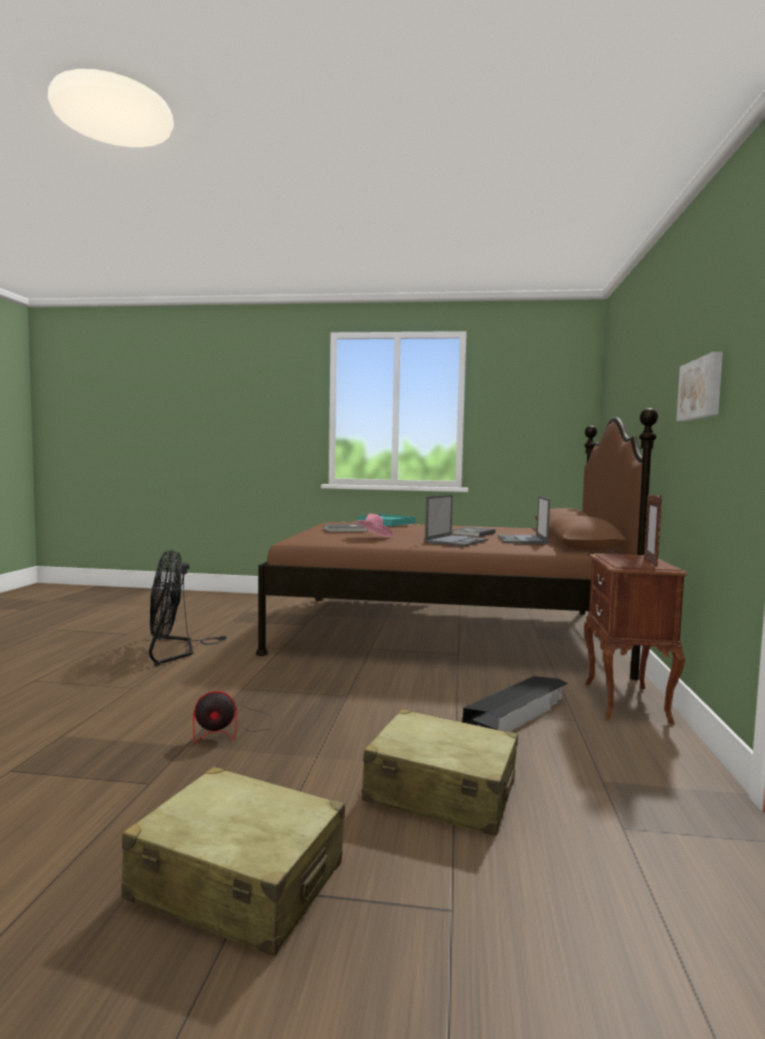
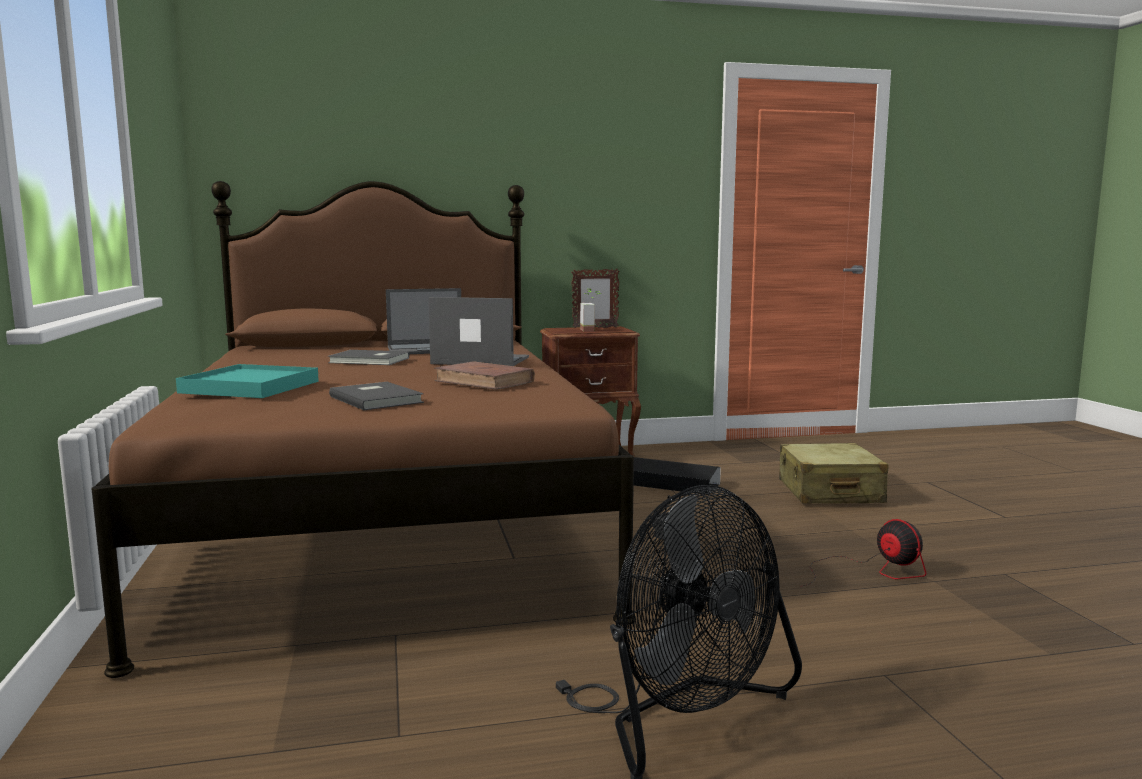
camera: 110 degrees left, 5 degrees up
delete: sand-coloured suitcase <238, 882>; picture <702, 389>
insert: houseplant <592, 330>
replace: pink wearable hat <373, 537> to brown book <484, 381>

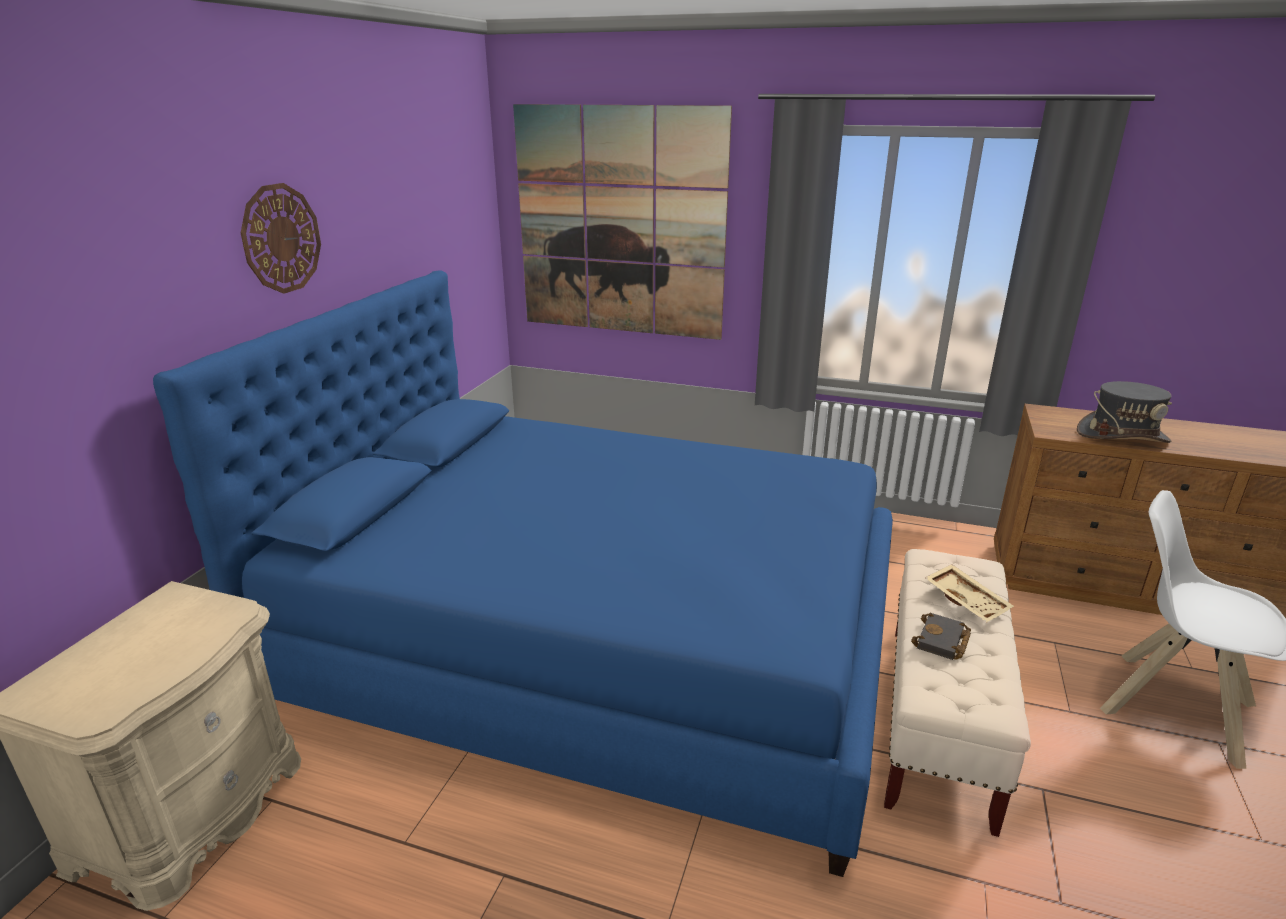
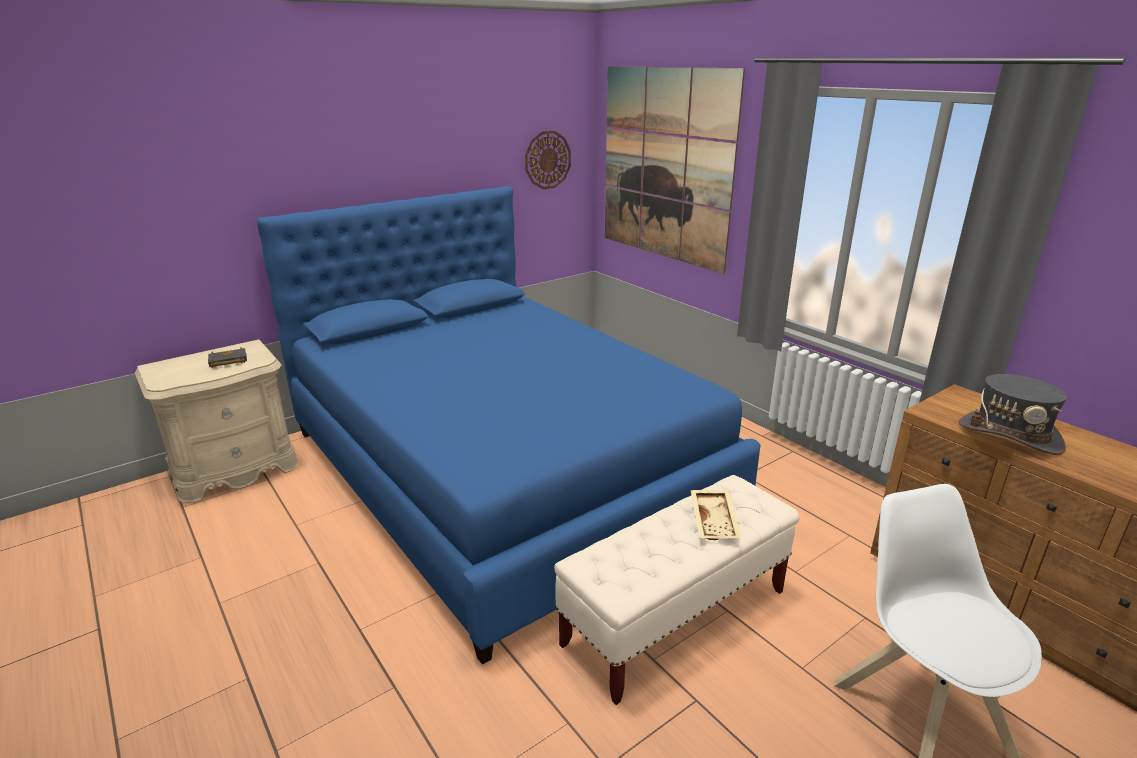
camera: 35 degrees right, 0 degrees up
move: hanging clock <281, 238> to <547, 160>; black book <942, 642> to <227, 361>

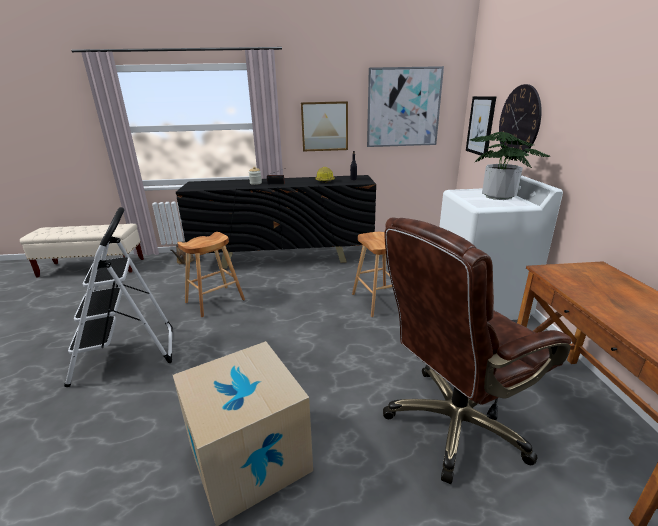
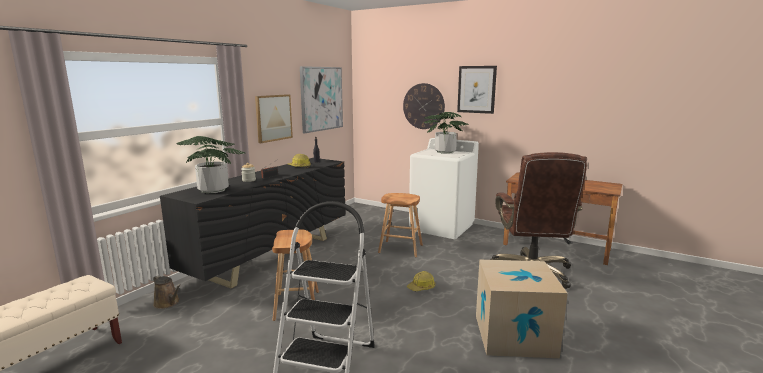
camera: 55 degrees left, 10 degrees down
insert: houseplant <213, 190>; work helmet <421, 287>
move: picture <481, 125> to <476, 89>

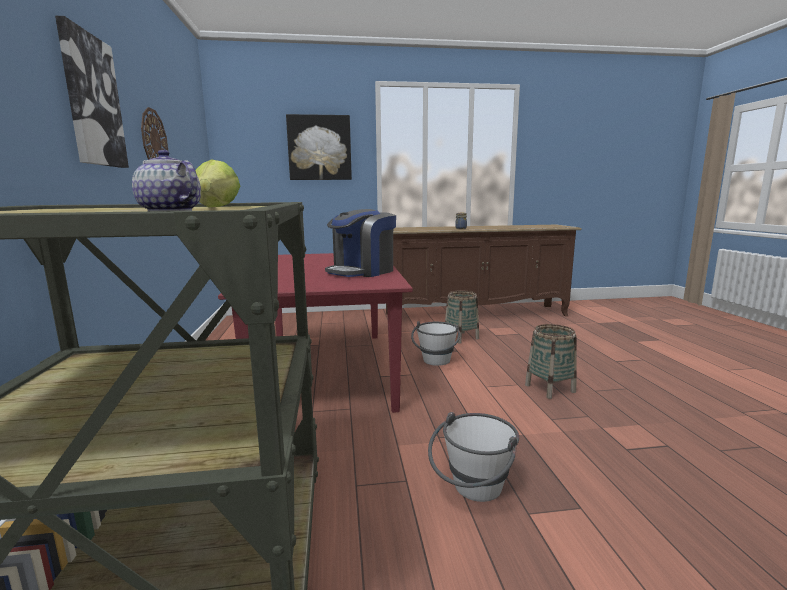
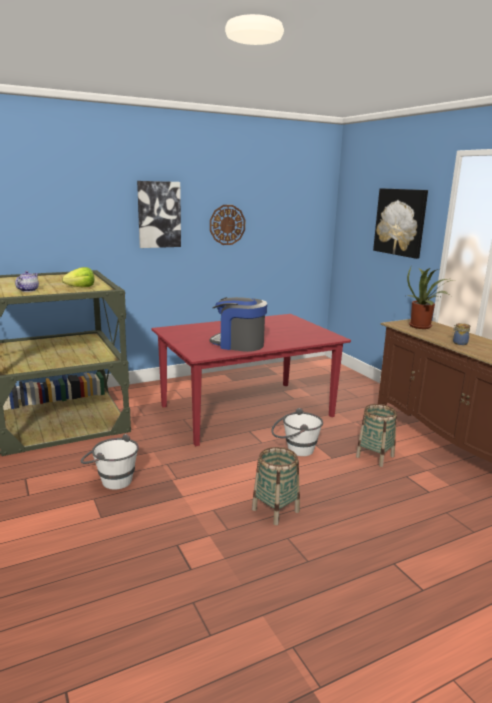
camera: 70 degrees right, 5 degrees up
insert: houseplant <422, 326>

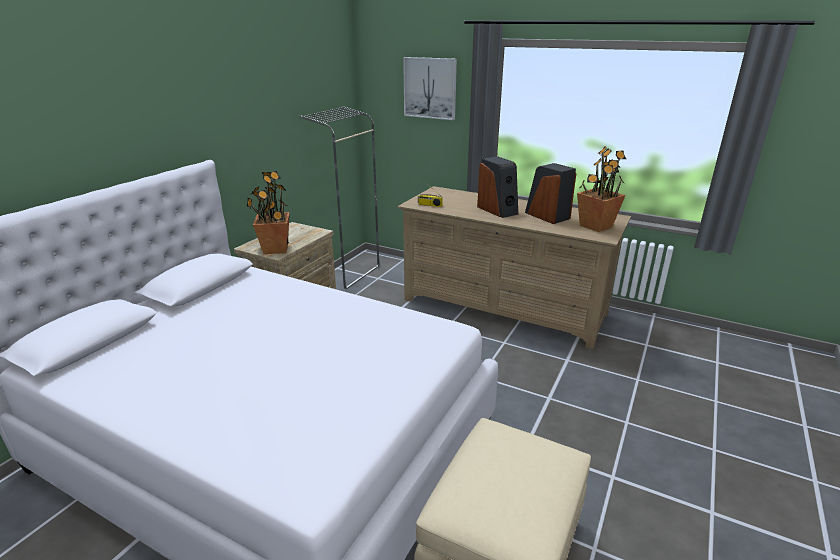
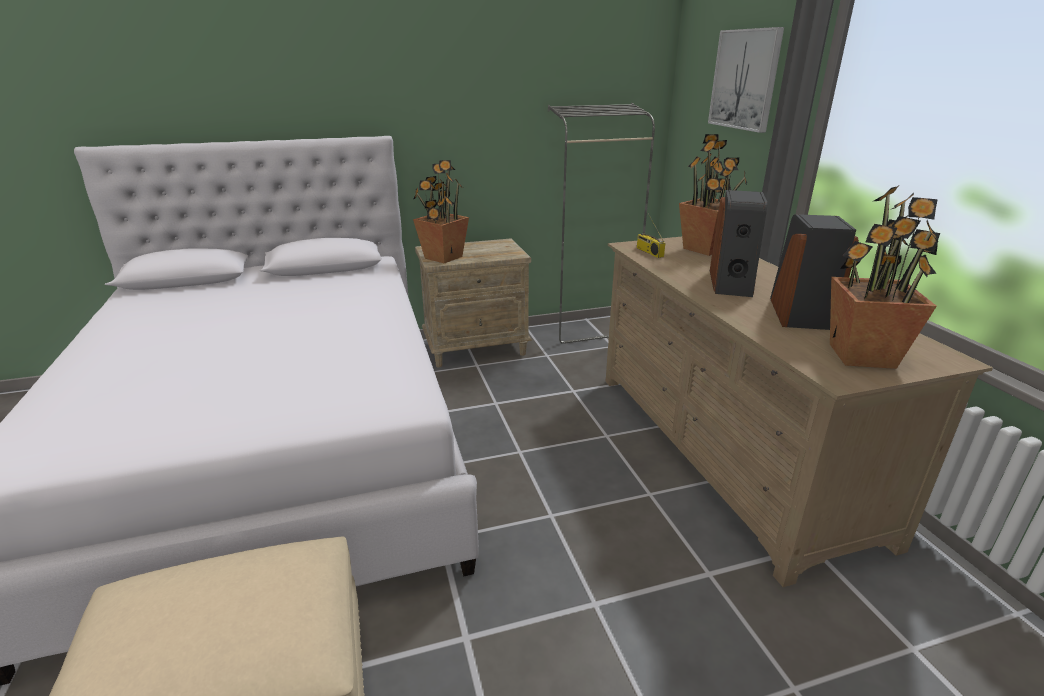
camera: 45 degrees right, 0 degrees up
insert: houseplant <705, 249>

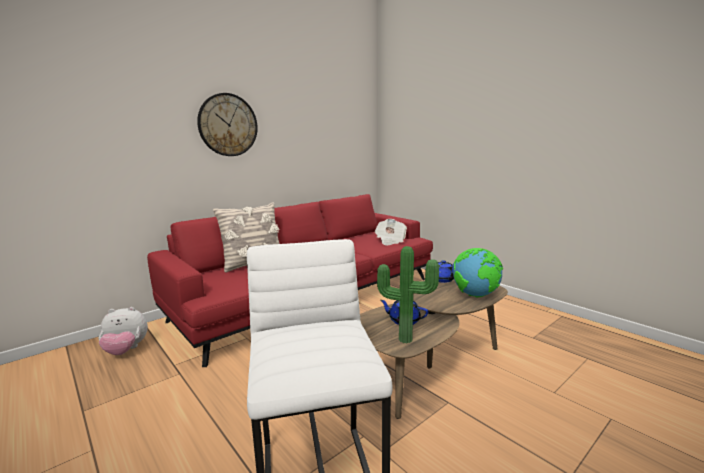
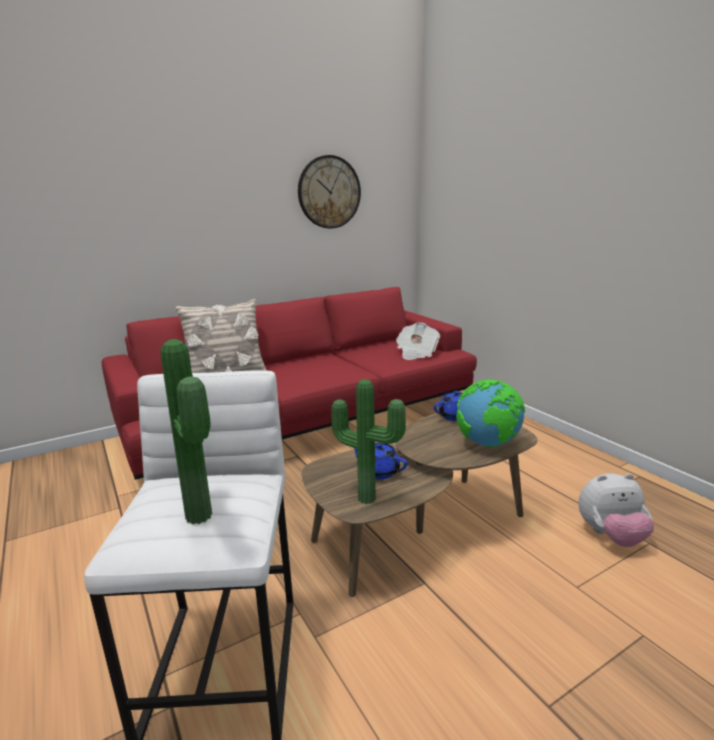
camera: 10 degrees right, 5 degrees up
insert: houseplant <204, 514>
move: cuddly toy <126, 350> to <610, 536>; hanging clock <228, 125> to <329, 192>

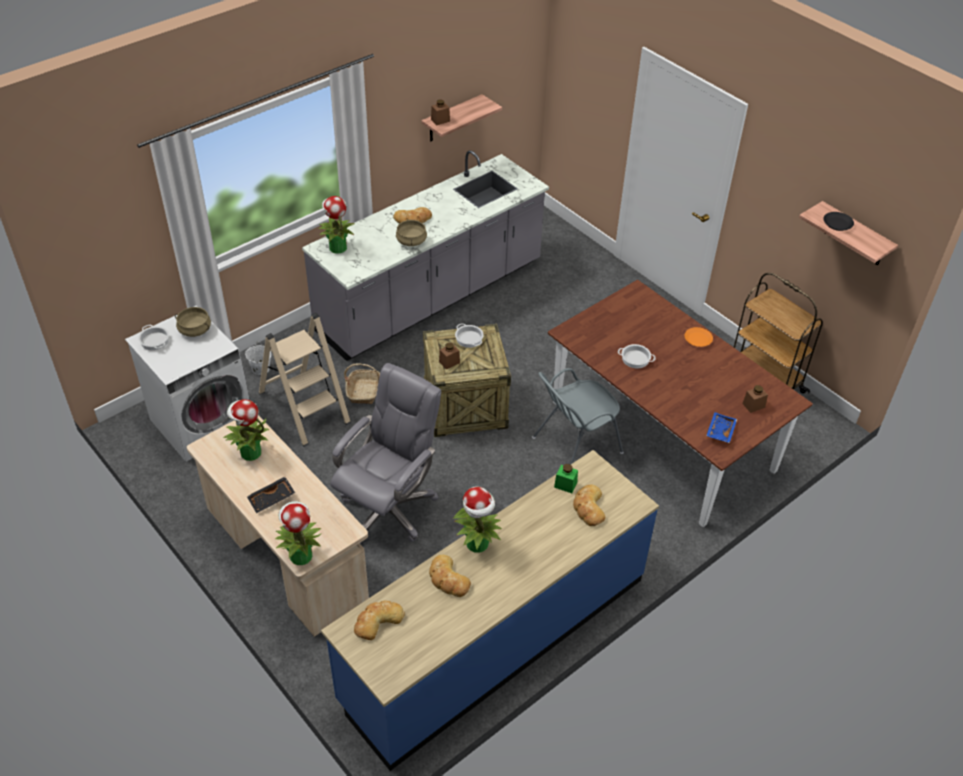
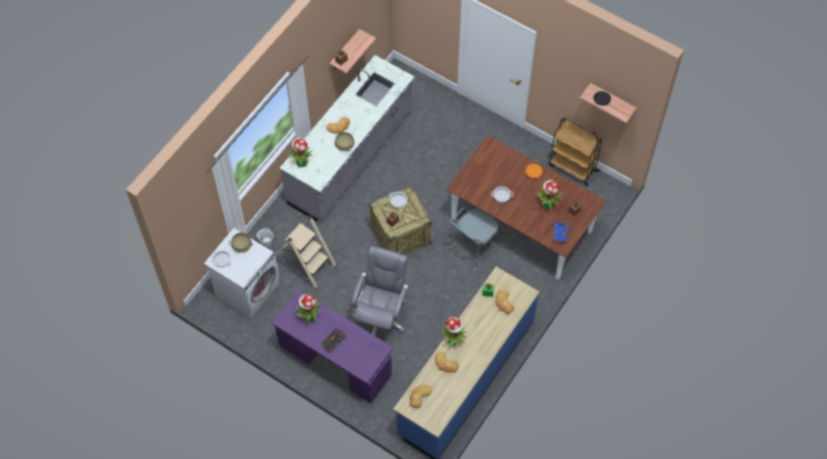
camera: 15 degrees left, 15 degrees up
delete: household basket <364, 391>
move: houseplant <300, 555> to <547, 204>
recolor: sand-coloured desk <285, 555> to purplish desk <335, 360>

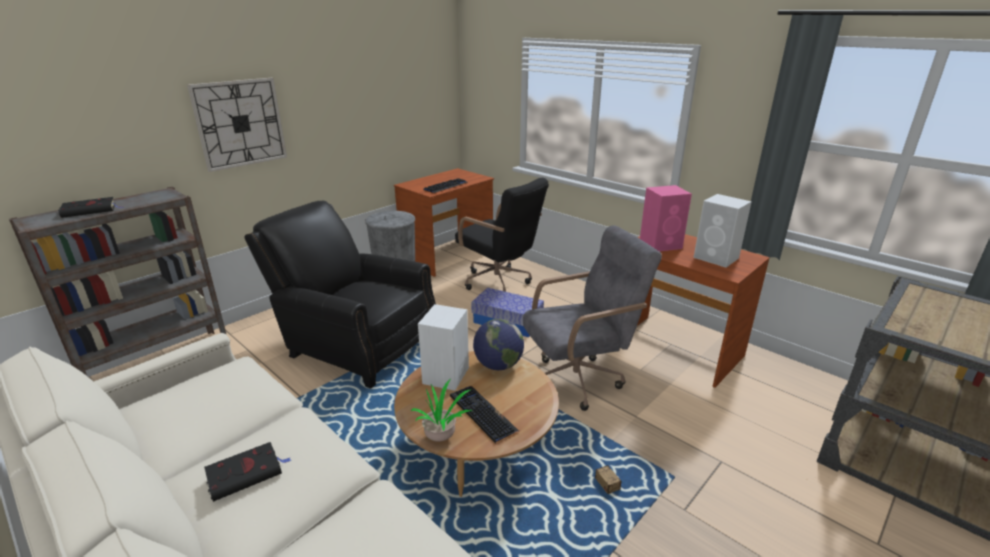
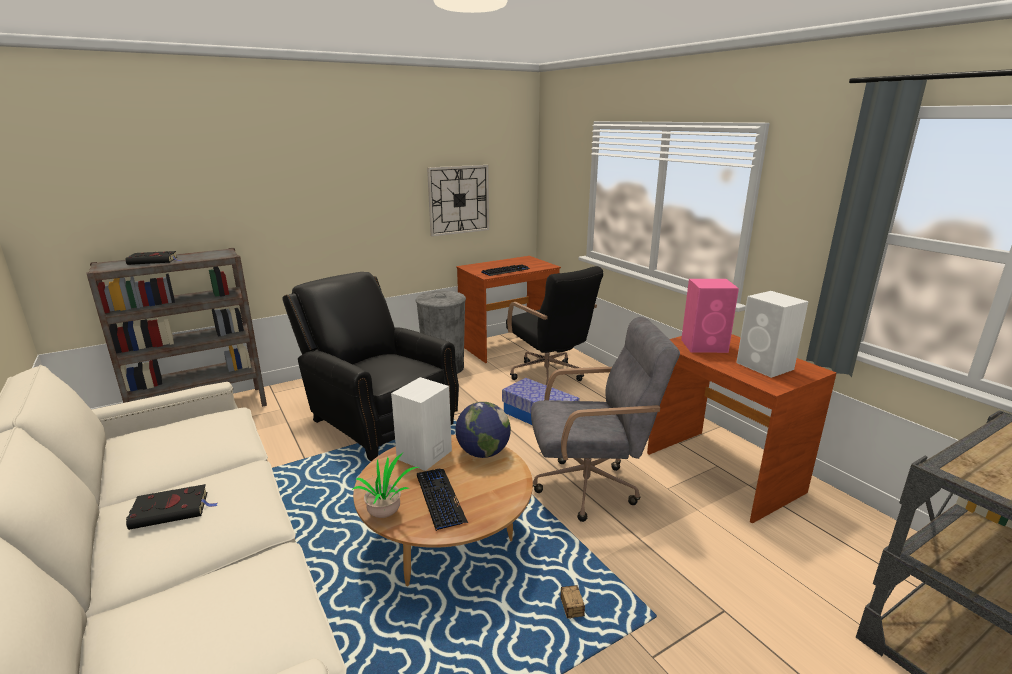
camera: 15 degrees right, 5 degrees down
move: hanging clock <240, 123> to <459, 200>

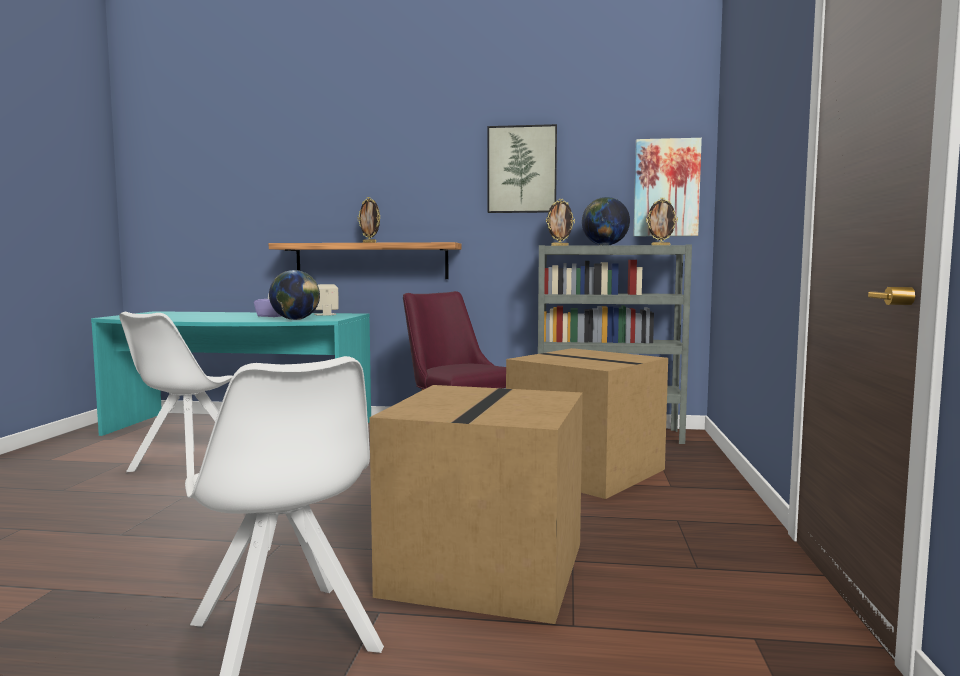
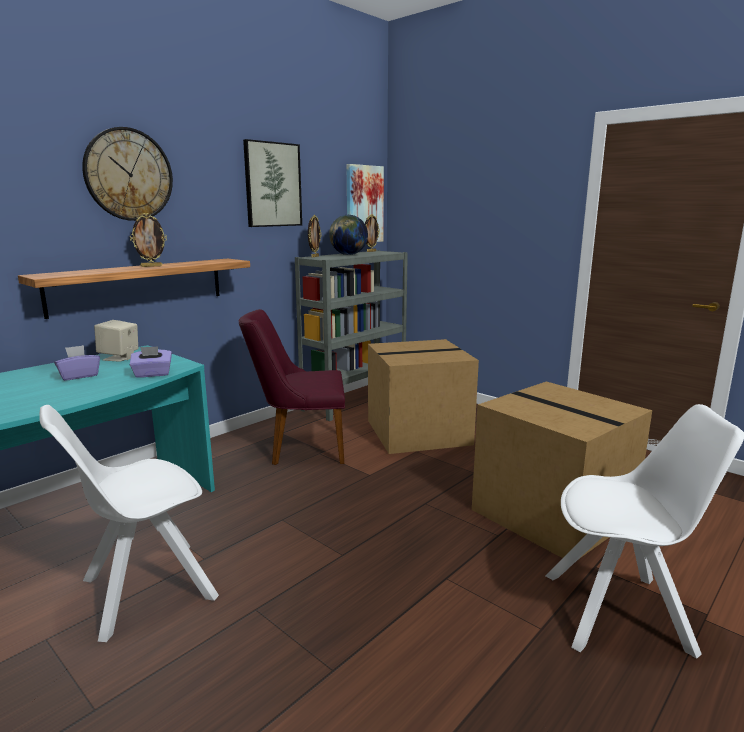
camera: 55 degrees left, 10 degrees up
insert: hanging clock <128, 175>
replace: world globe <295, 319> to purplish box of tissues <152, 374>
rotate: white upright chair <187, 466> = <144, 590> 90 degrees clockwise

